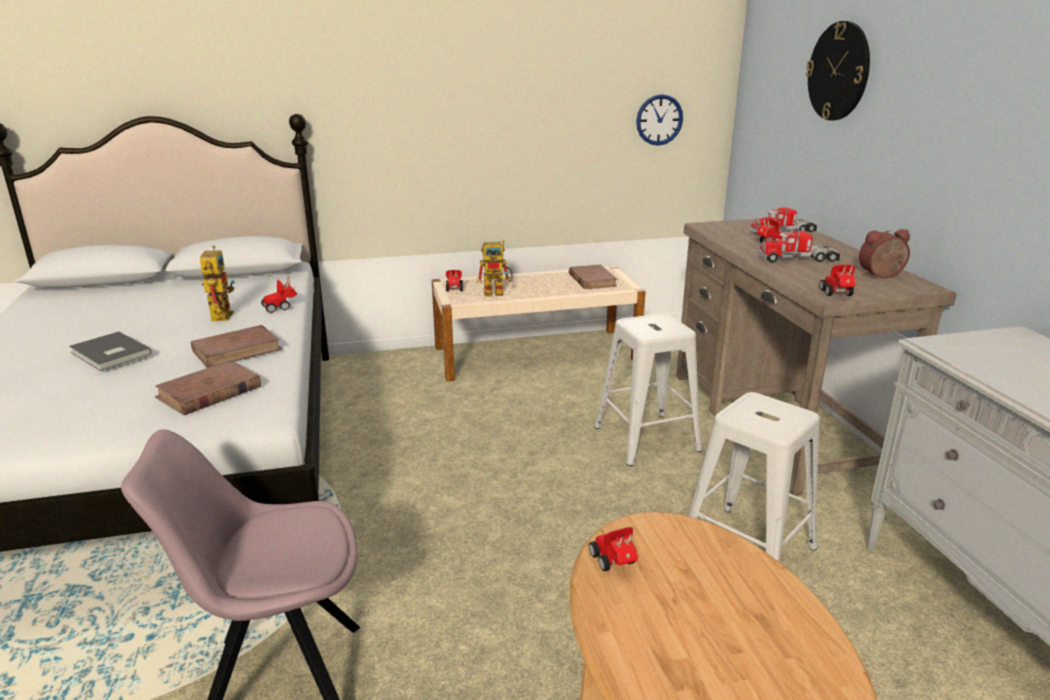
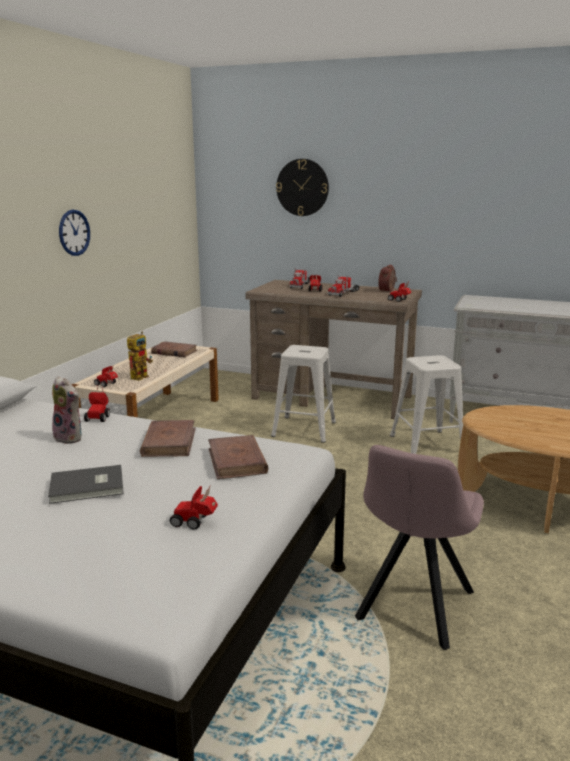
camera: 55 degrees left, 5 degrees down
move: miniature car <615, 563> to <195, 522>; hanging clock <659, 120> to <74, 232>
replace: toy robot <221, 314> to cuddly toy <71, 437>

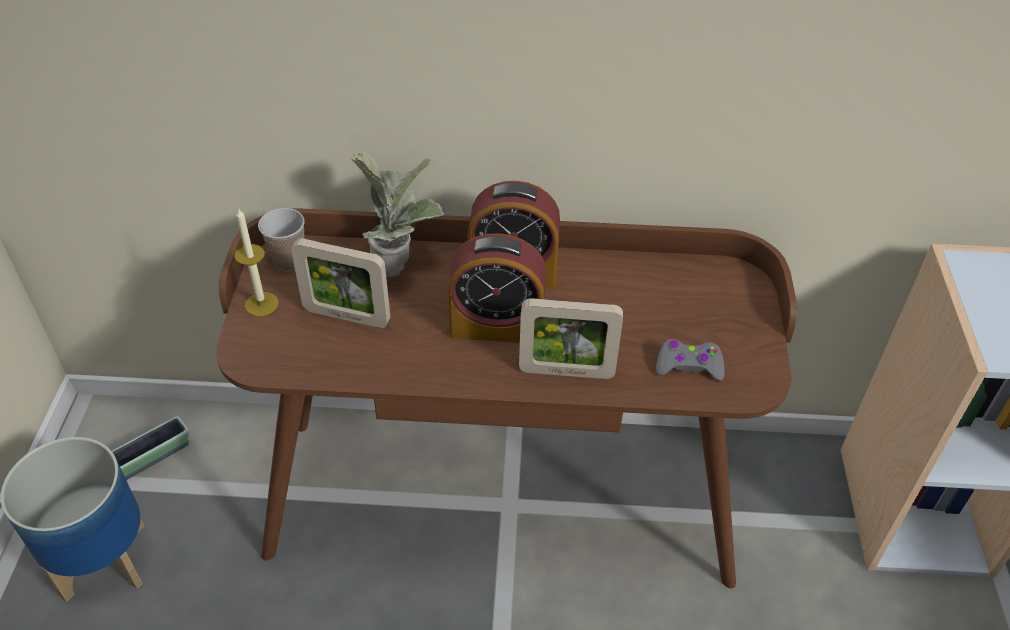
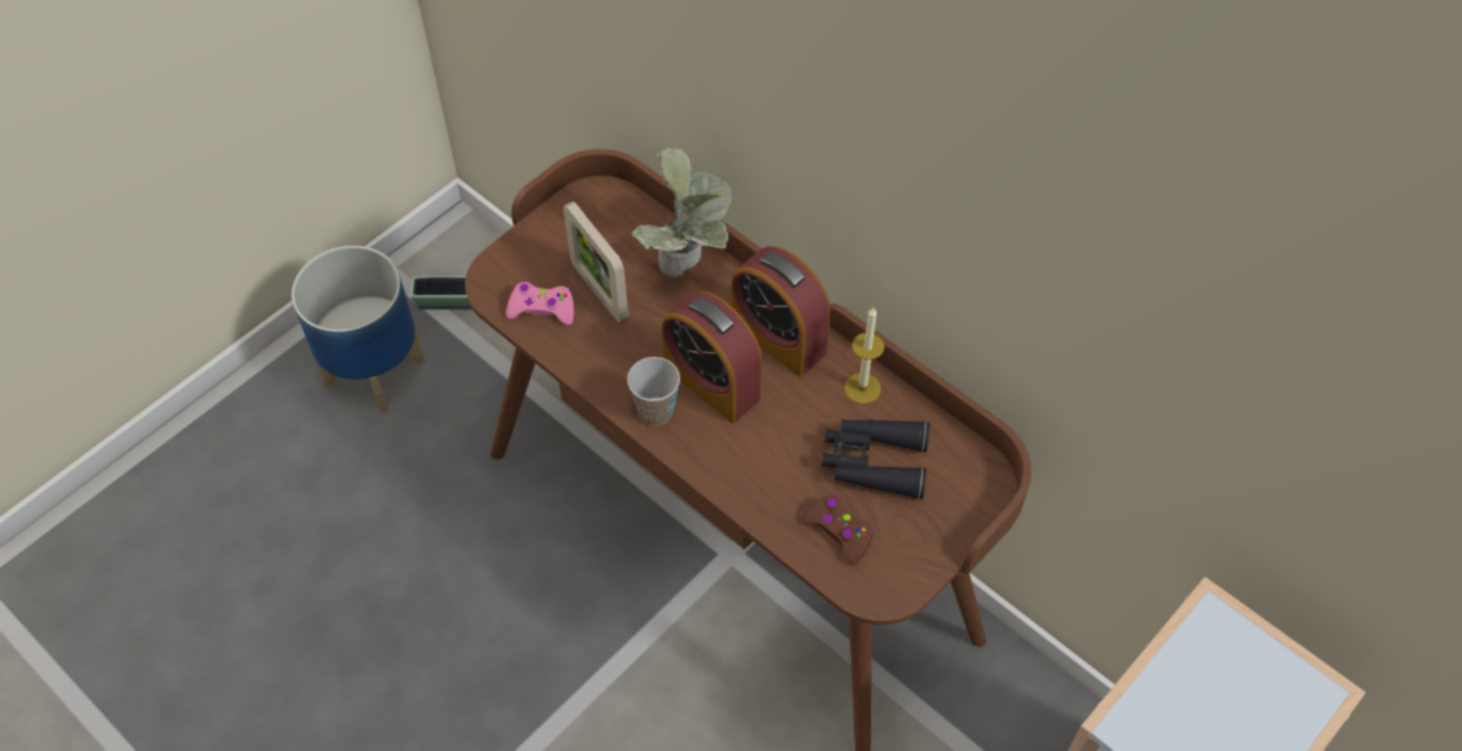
camera: 40 degrees right, 10 degrees up
delete: standing frame <566, 372>
insert: pink joypad <542, 309>; black pair of binoculars <873, 462>
move: wax candle <261, 304> to <862, 388>; drinking cup <289, 261> to <656, 411>
recolor: gray joypad <688, 366> to brown joypad <839, 532>

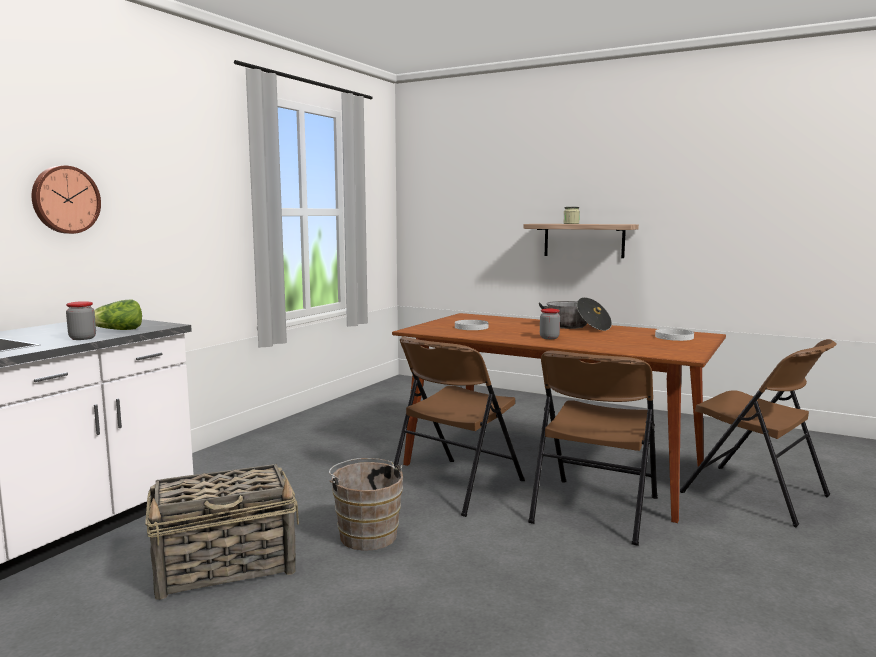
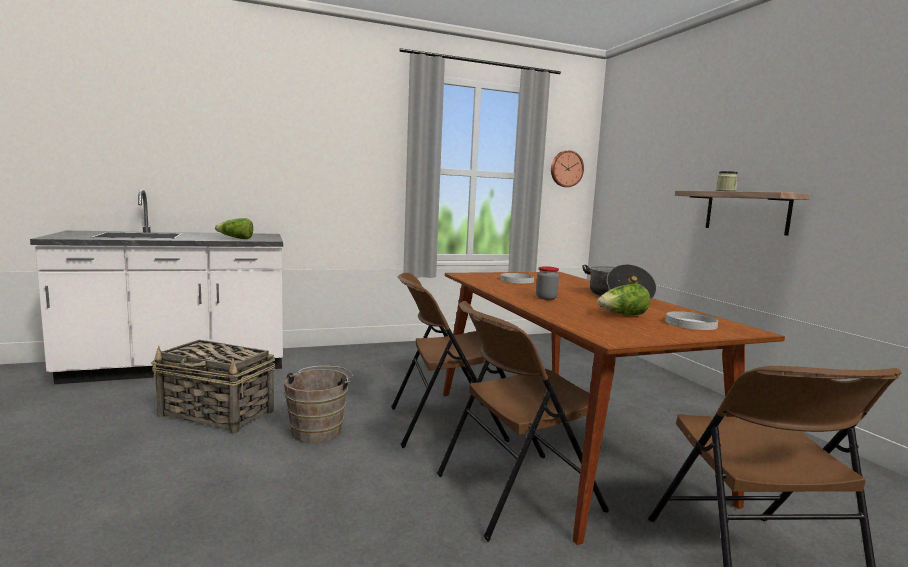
camera: 40 degrees right, 0 degrees up
delete: storage jar <82, 338>
insert: lettuce <622, 315>
move: hanging clock <65, 200> to <566, 169>

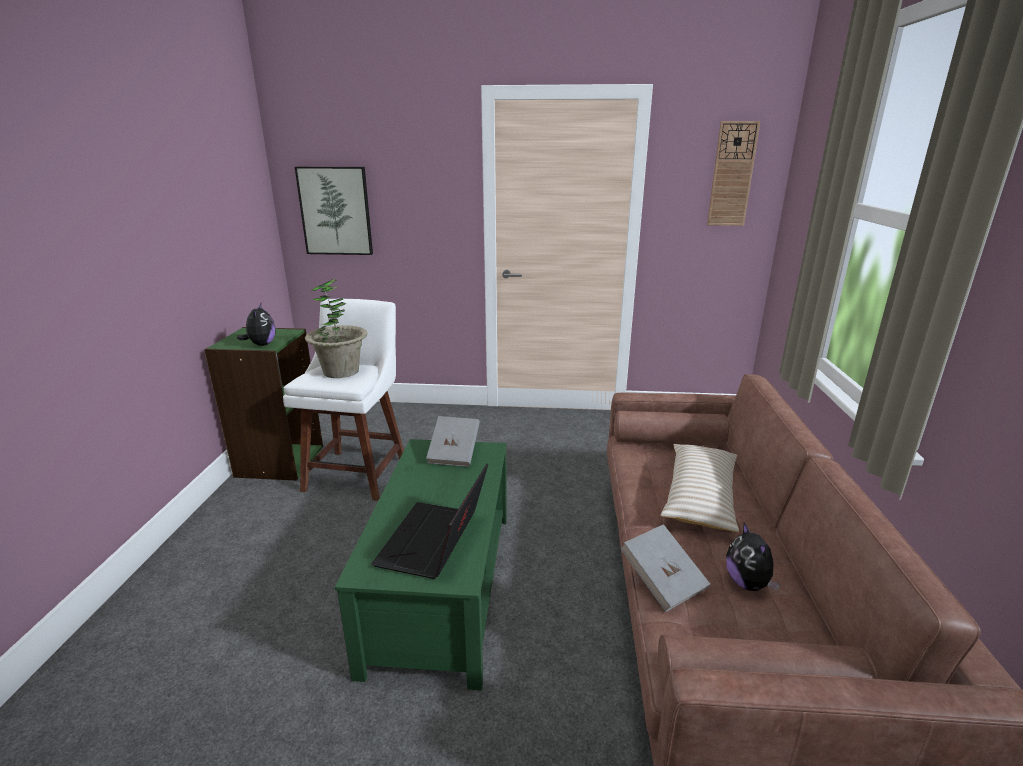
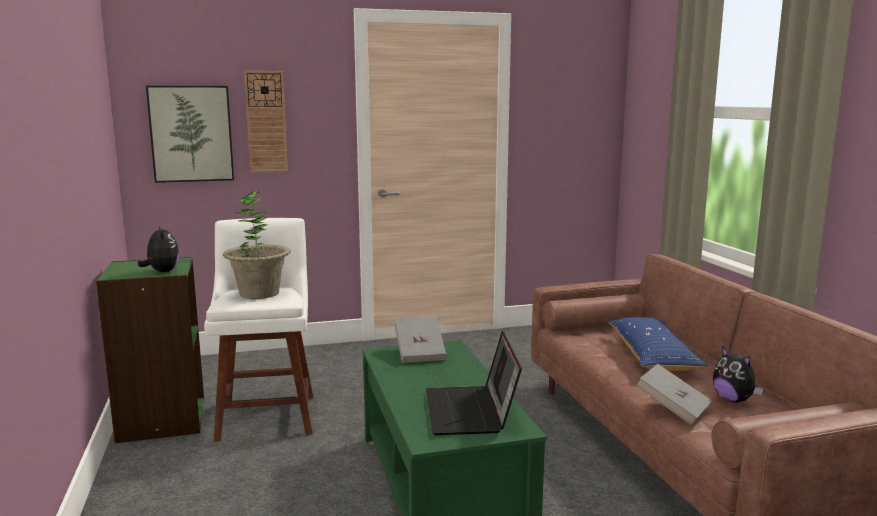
camera: 20 degrees left, 10 degrees down
move: hanging clock <732, 174> to <266, 122>
recolor: sand-coloured pillow <700, 497> to blue pillow <652, 356>

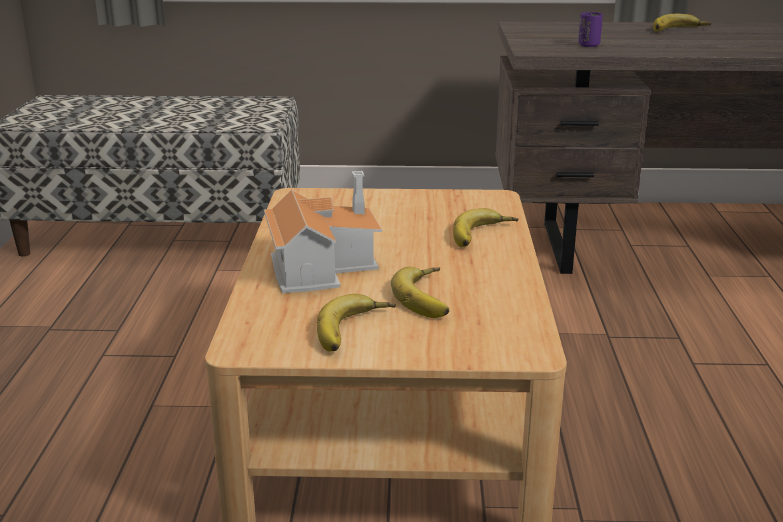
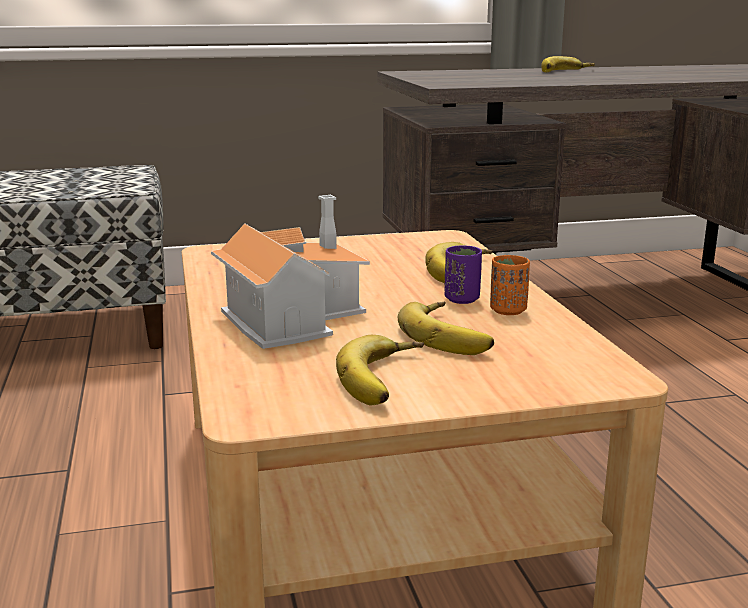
camera: 15 degrees left, 5 degrees down
insert: orange drinking cup <508, 310>
move: purplish drinking cup <588, 45> to <462, 299>

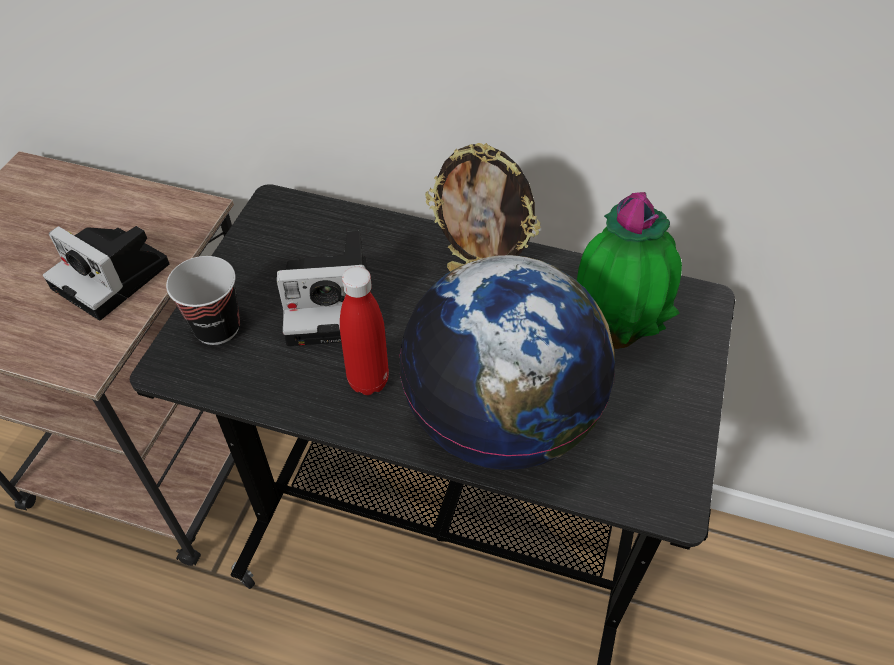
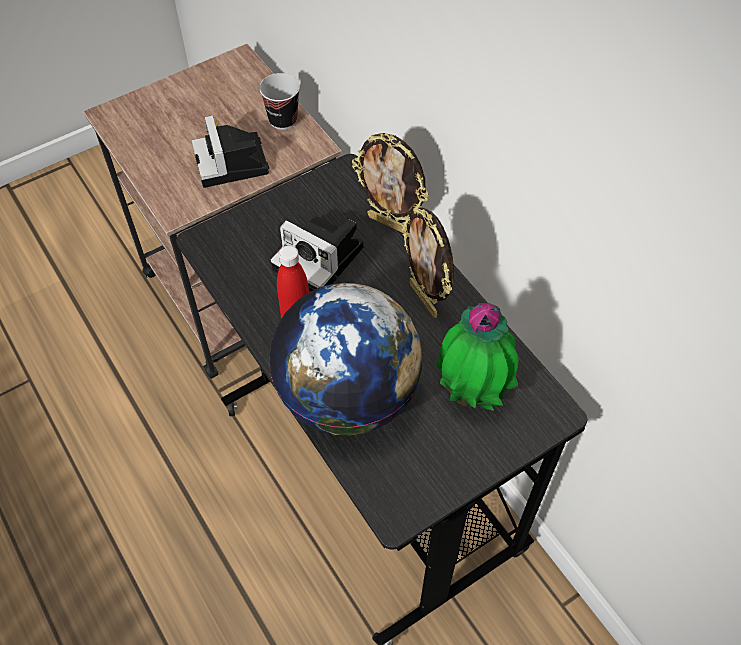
camera: 40 degrees right, 5 degrees up
insert: standing frame <390, 224>
move: drinking cup <217, 327> to <283, 120>

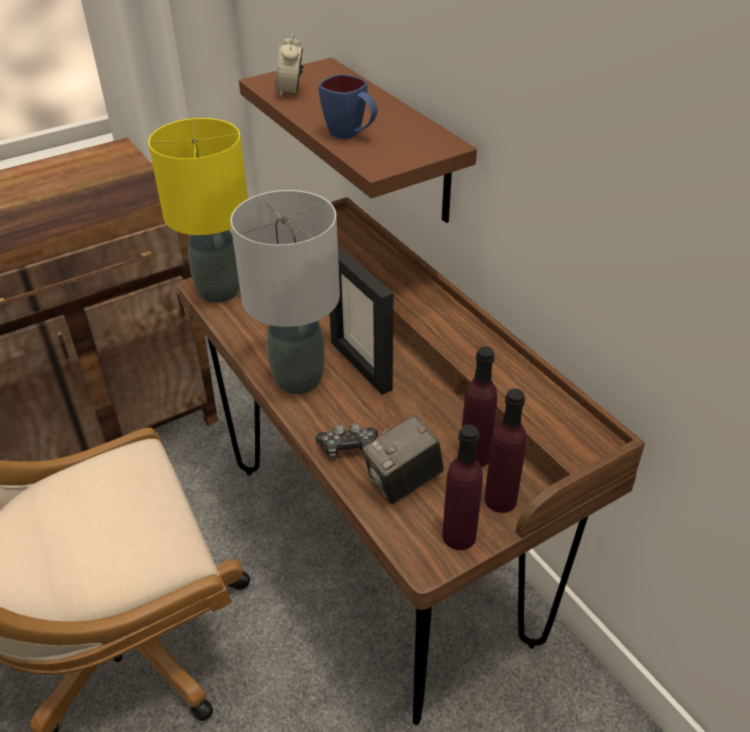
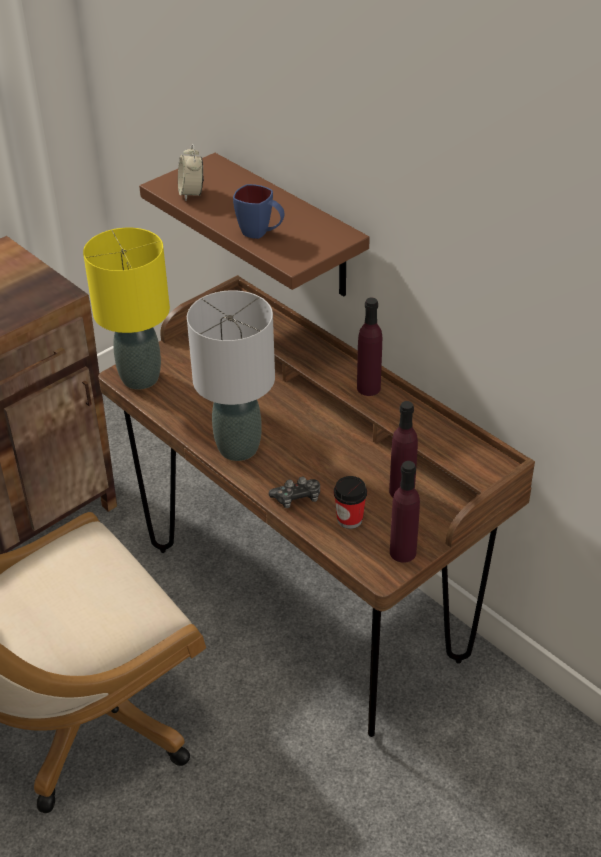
camera: 10 degrees left, 0 degrees up
delete: standing frame <362, 364>
move: purplish bottle <500, 499> to <368, 388>
replace: photo camera <403, 483> to drinking cup <349, 519>

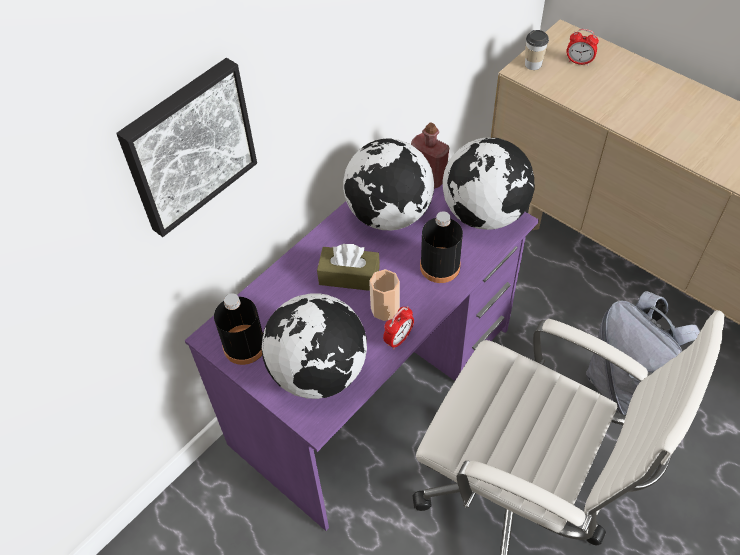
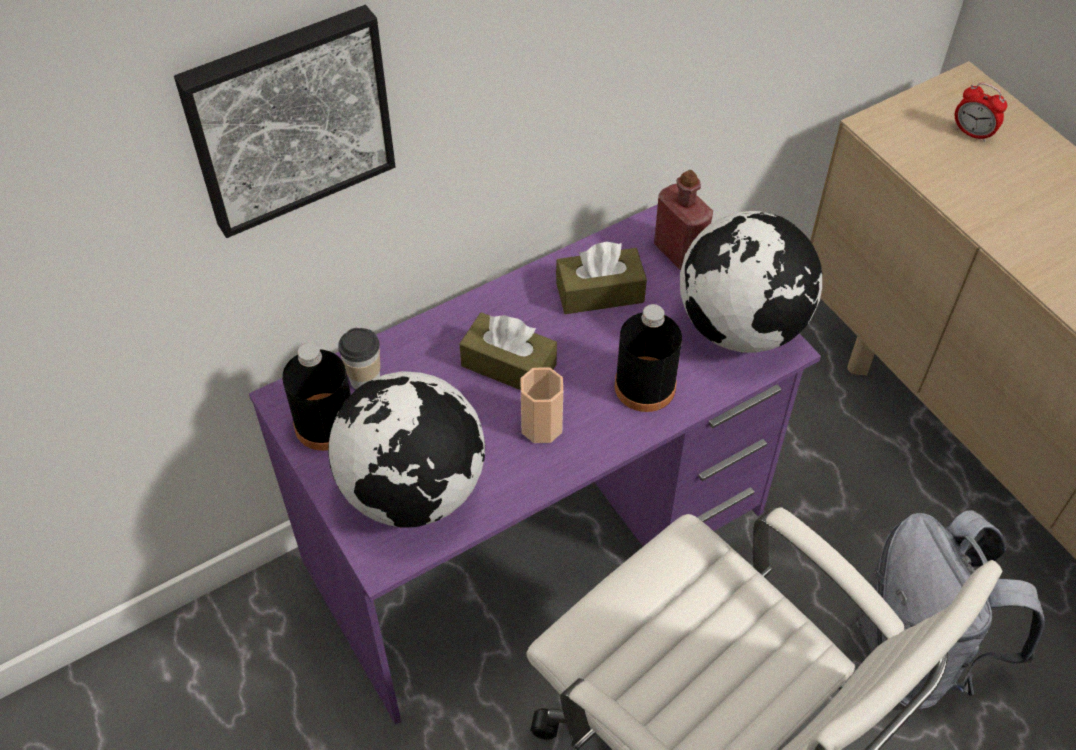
camera: 15 degrees right, 0 degrees up
delete: bedside clock <398, 339>
move: drinking cup <533, 64> to <365, 379>
replace: world globe <389, 215> to brown box of tissues <600, 292>

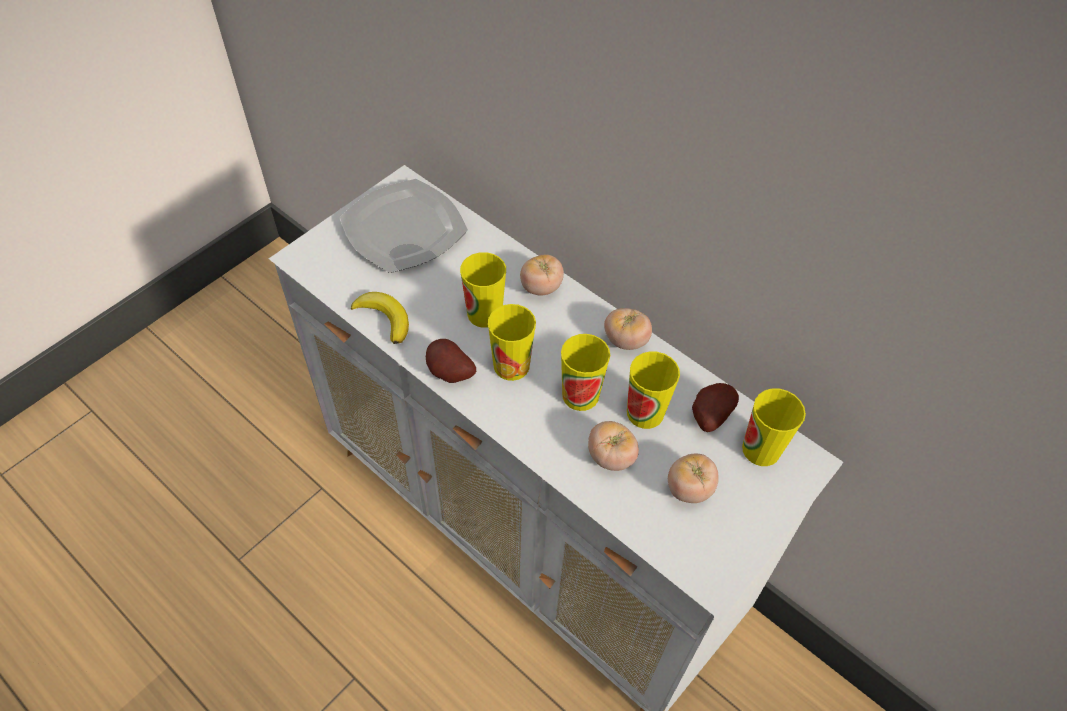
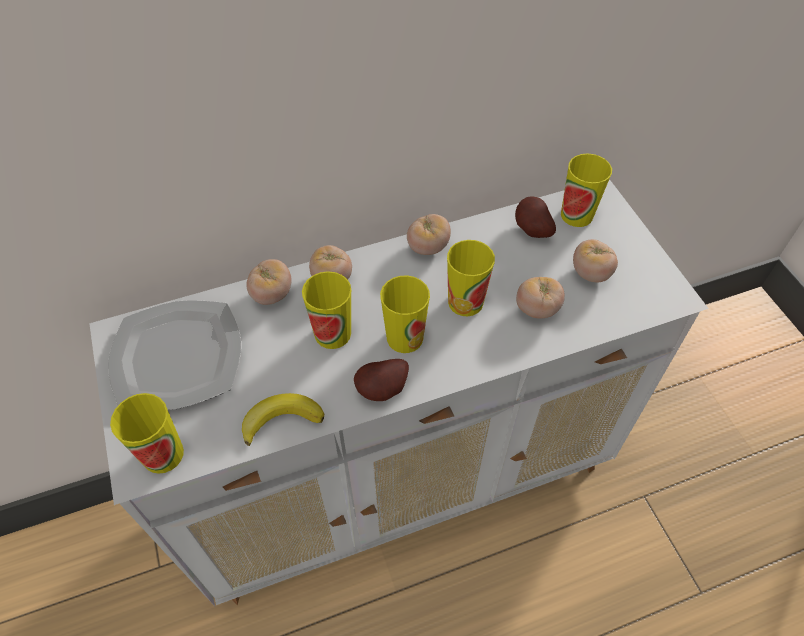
camera: 60 degrees left, 0 degrees up
insert: fresh tomato <272, 294>
move: drinking cup <645, 412> to <163, 454>

